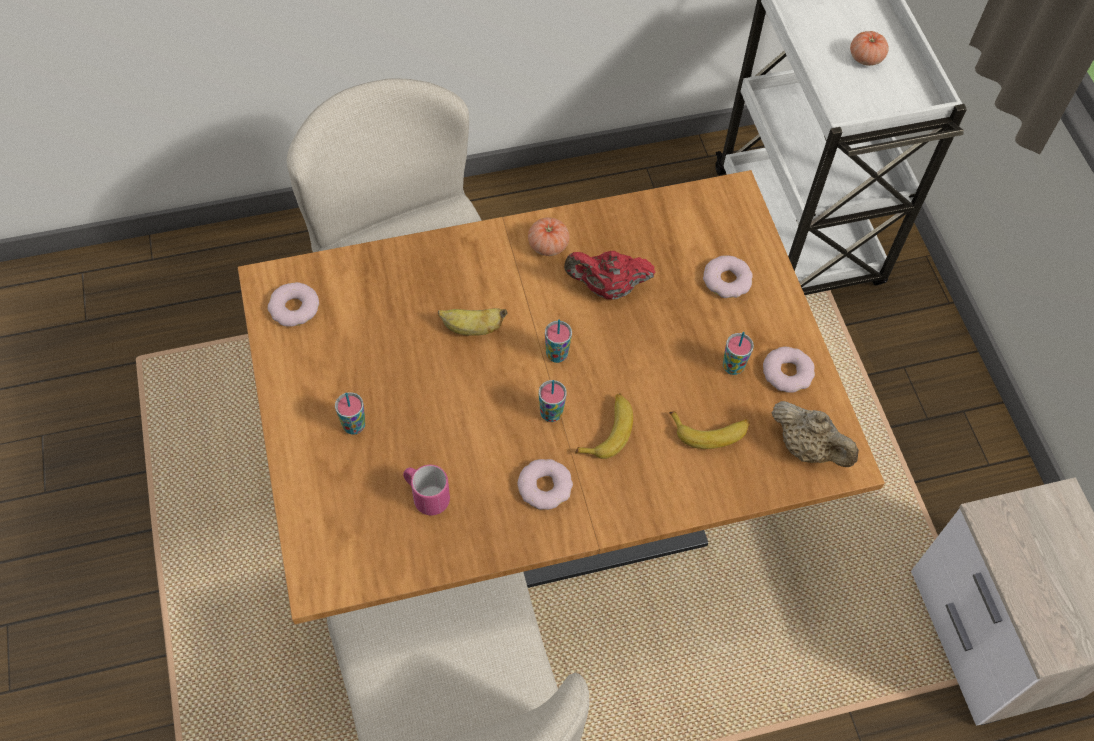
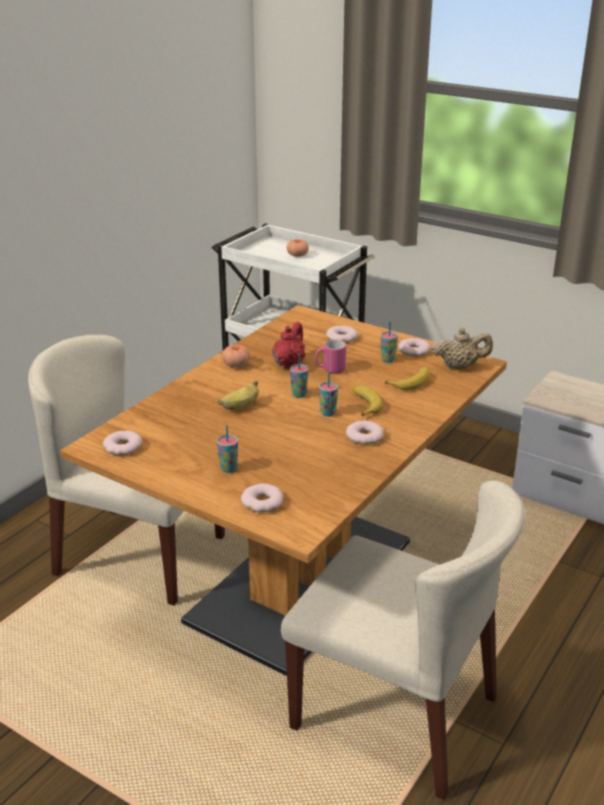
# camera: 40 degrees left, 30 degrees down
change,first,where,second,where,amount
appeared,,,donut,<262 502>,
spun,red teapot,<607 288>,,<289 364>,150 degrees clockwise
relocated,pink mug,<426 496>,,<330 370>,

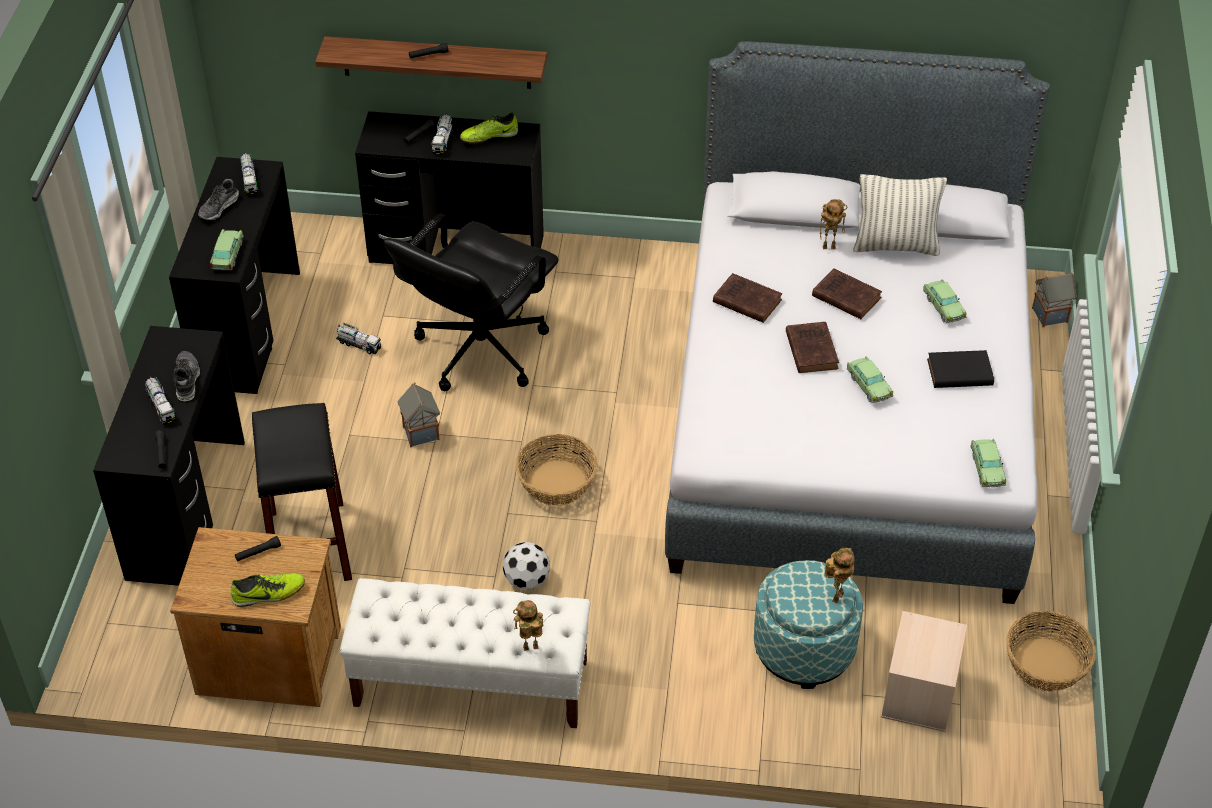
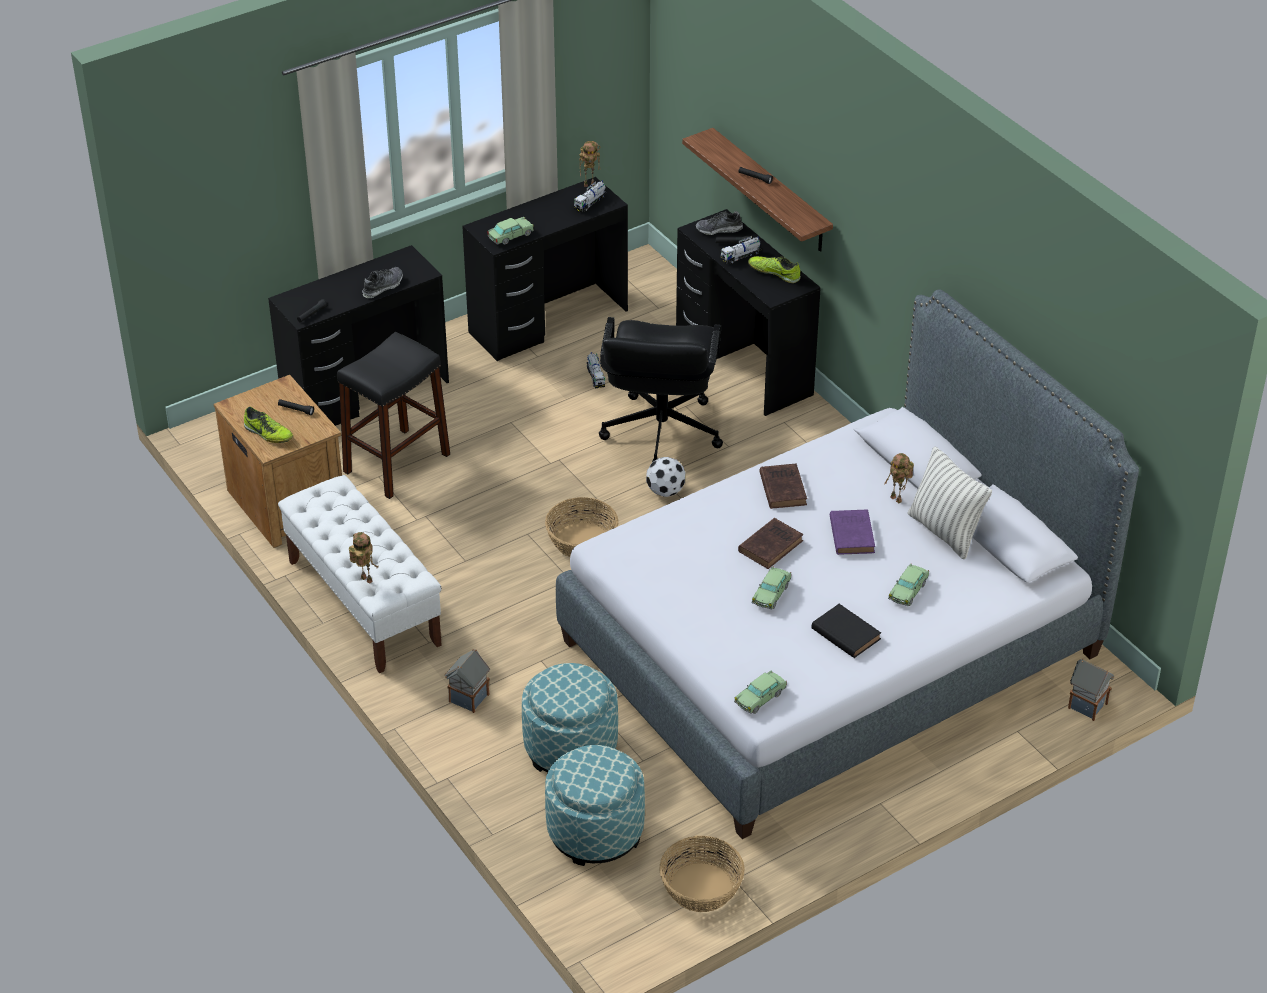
# camera: 50 degrees right, 5 degrees down
change,first,where,second,where,amount
relocated,toy house,<421 434>,,<468 699>,
exchanged,beige storage box,<920 694>,ottoman,<595 831>,
relocated,toy robot,<837 596>,,<590 184>,
spun,black office chair,<479 350>,,<660 432>,75 degrees counterclockwise
relocated,football,<526 580>,,<665 491>,
relocated,shoe,<219 207>,,<719 229>,
colour,brown book,<844 296>,purple book,<851 534>,
missing,toy truck,<161 407>,,,

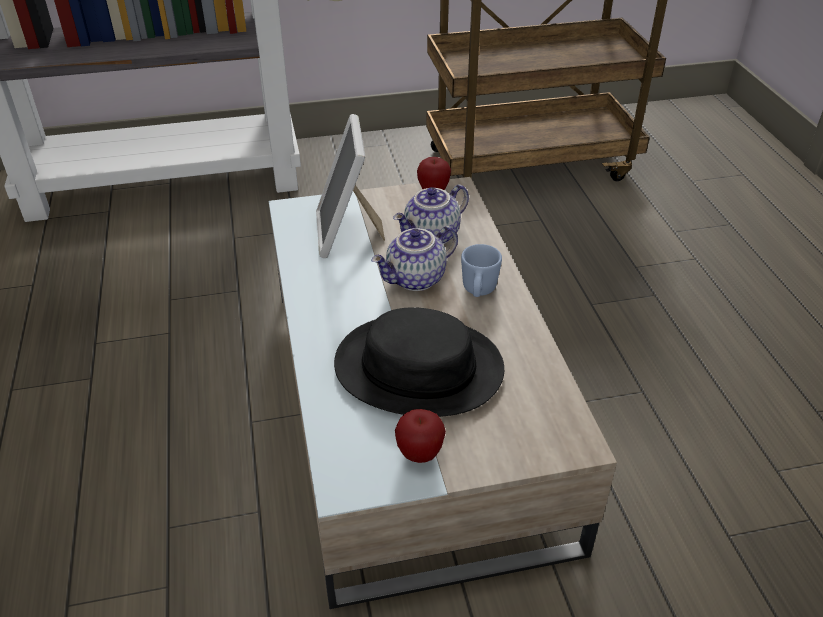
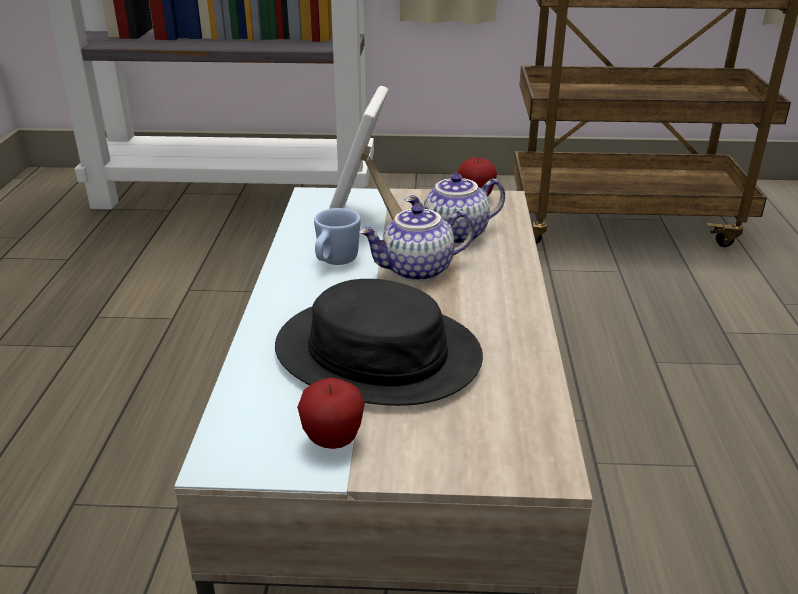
# camera: 15 degrees right, 10 degrees down
change,first,where,second,where,amount
relocated,blue mug,<478 292>,,<334 262>,

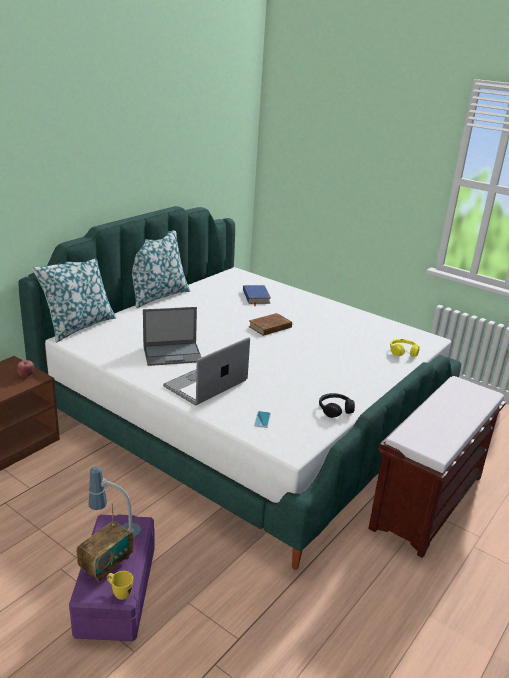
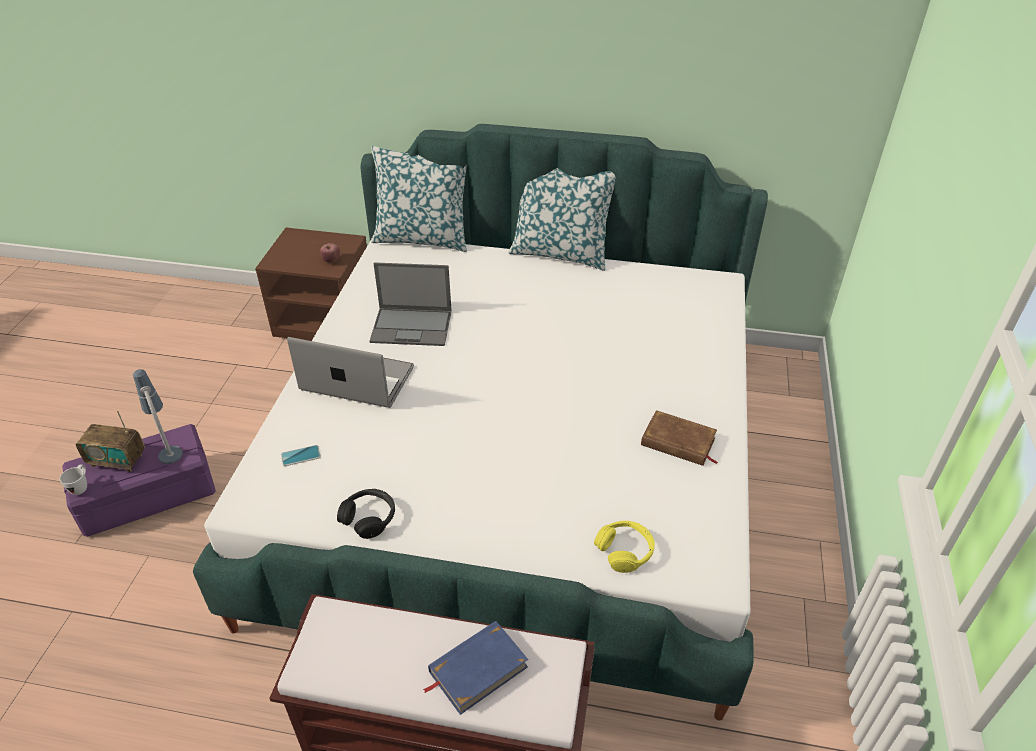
# camera: 65 degrees right, 15 degrees up
change,first,where,second,where,amount
colour,yellow mug,<119 593>,white mug,<81 487>,
spun,laptop,<173 354>,,<412 326>,45 degrees counterclockwise
relocated,blue book,<256 297>,,<477 669>,
relocated,brown book,<270 327>,,<678 442>,

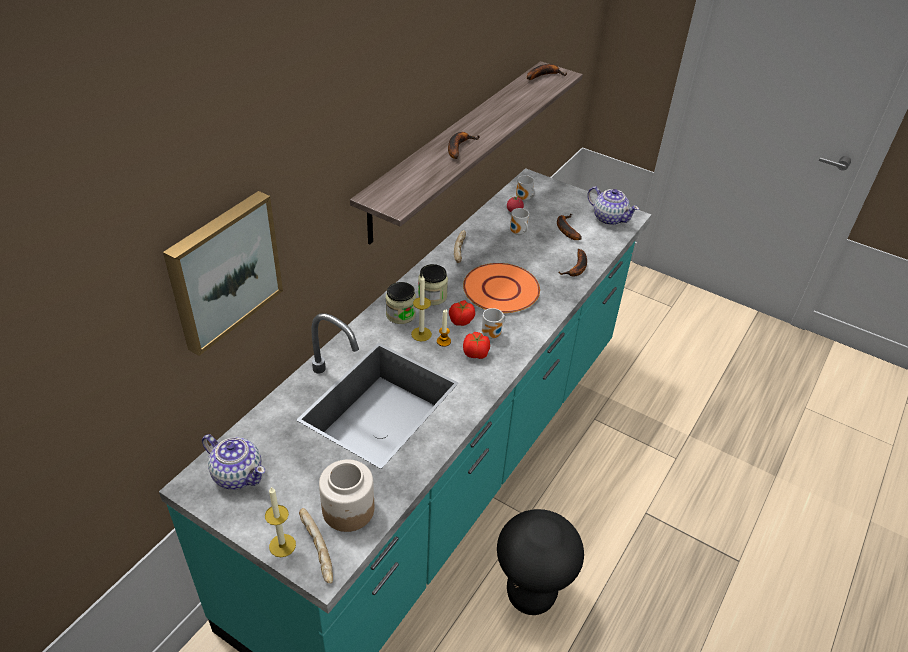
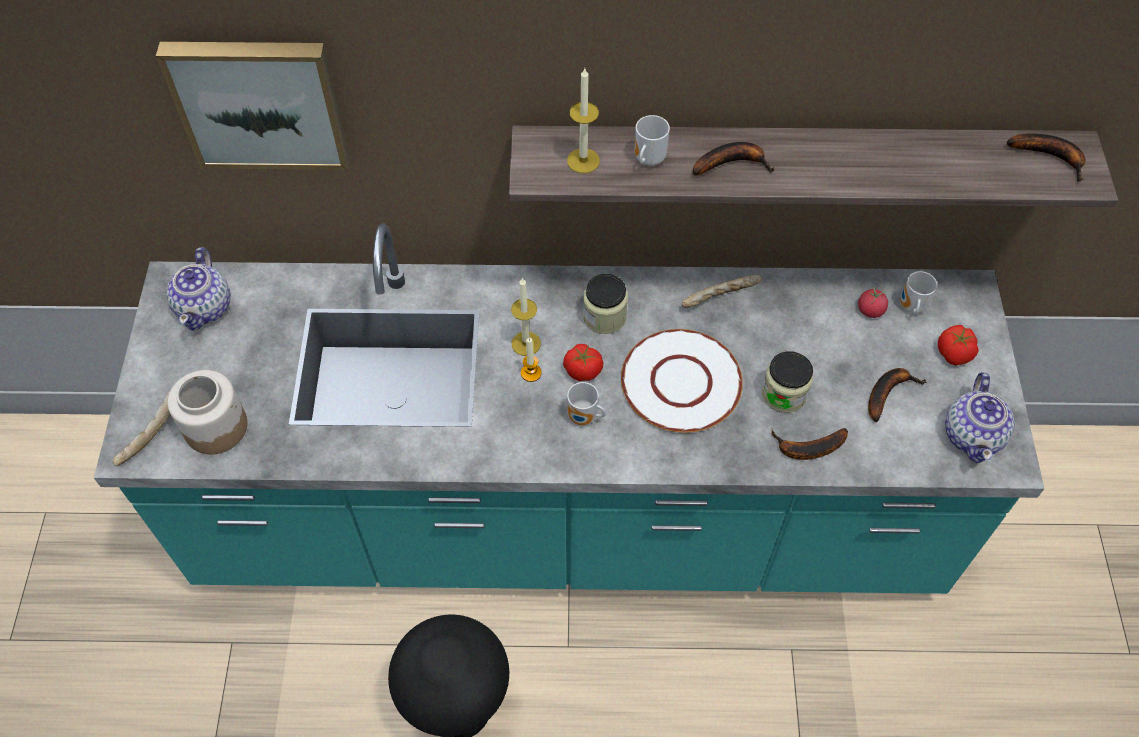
# camera: 60 degrees right, 15 degrees up
change,first,where,second,where,amount
relocated,candle,<282 545>,,<583 160>,
colour,orange plate,<500 289>,white plate,<680 381>,
relocated,mug,<518 233>,,<647 160>,
relocated,jar,<400 314>,,<783 394>,
relocated,tomato,<476 354>,,<953 354>,

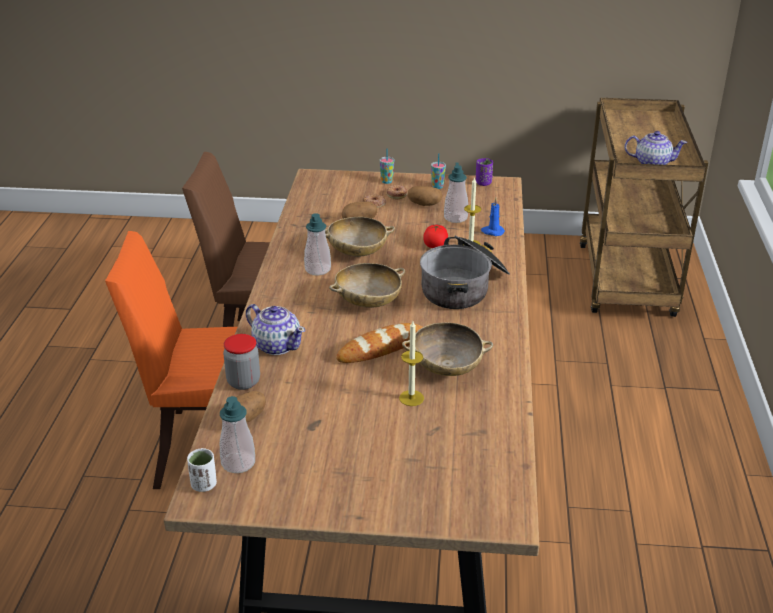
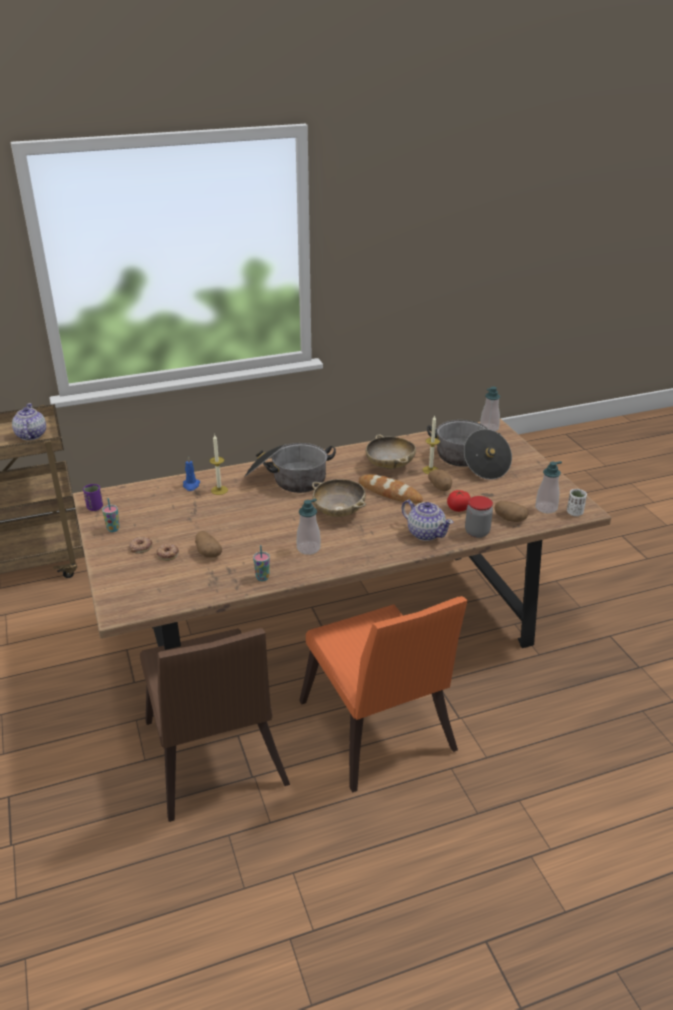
# camera: 115 degrees left, 0 degrees up
change,first,where,second,where,amount
relocated,cup,<387 181>,,<262 577>,
spun,teapot,<277 345>,,<425 533>,120 degrees clockwise
appeared,,,cooking pot,<469 461>,
relocated,potato,<424 204>,,<440 487>,
relocated,tomato,<435 246>,,<458 508>,
relocated,soap dispenser,<455 218>,,<489 428>,
missing,beige bowl,<357 252>,,,

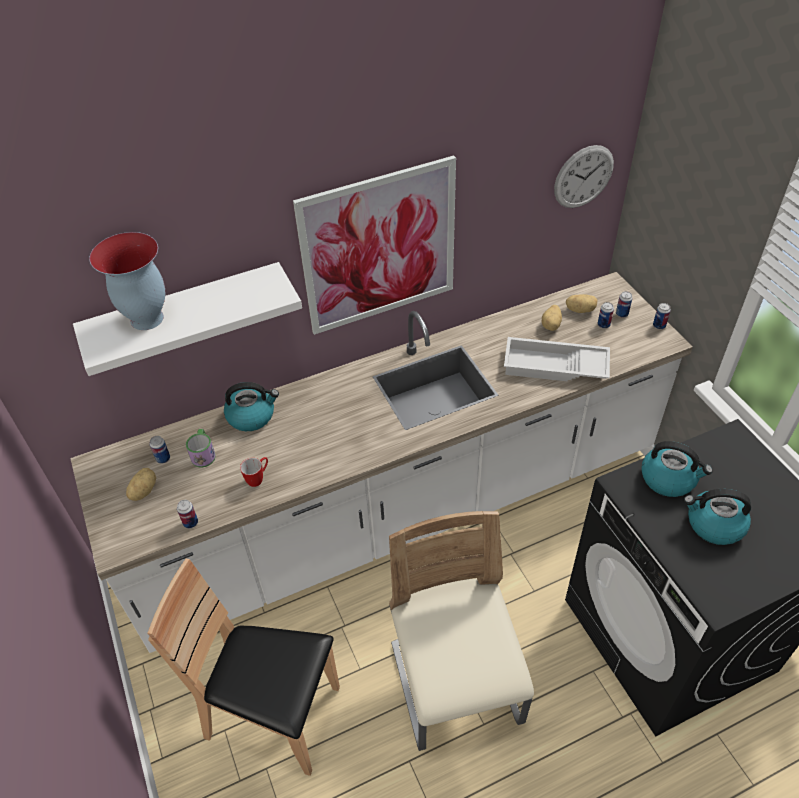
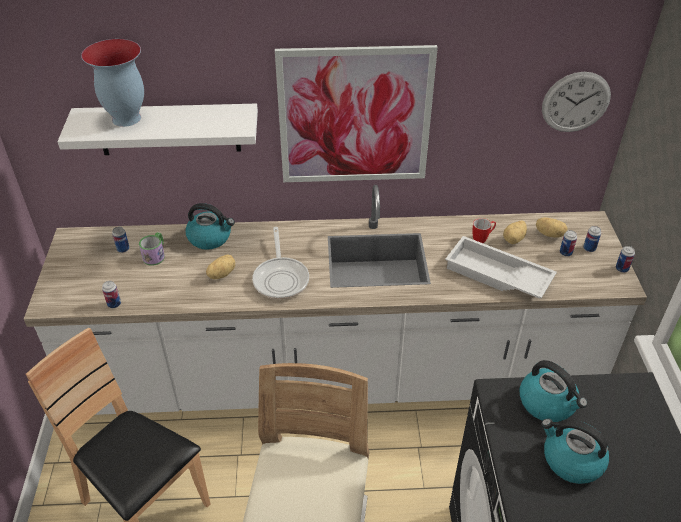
# camera: 20 degrees right, 5 degrees down
change,first,where,second,where,amount
relocated,potato,<143 491>,,<221 274>,
appeared,,,frying pan,<281 278>,
relocated,mug,<258 478>,,<482 239>,

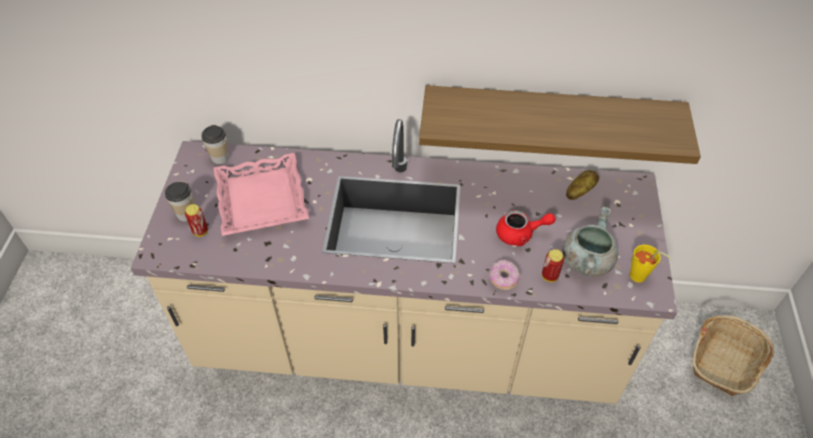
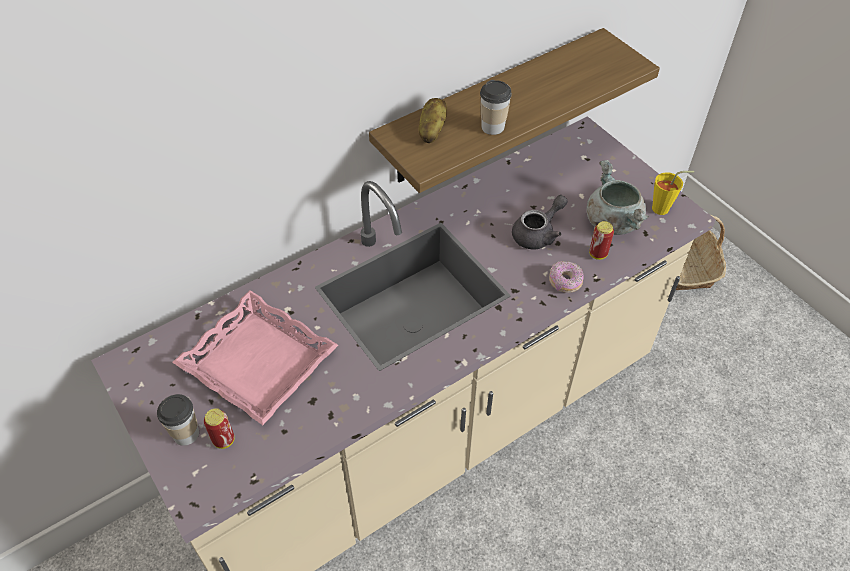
# camera: 40 degrees left, 0 degrees up
change,first,where,second,where,amount
relocated,potato,<579 191>,,<431 130>,
relocated,cup,<220 158>,,<492 127>,
colour,red teapot,<520 234>,grey teapot,<538 234>,

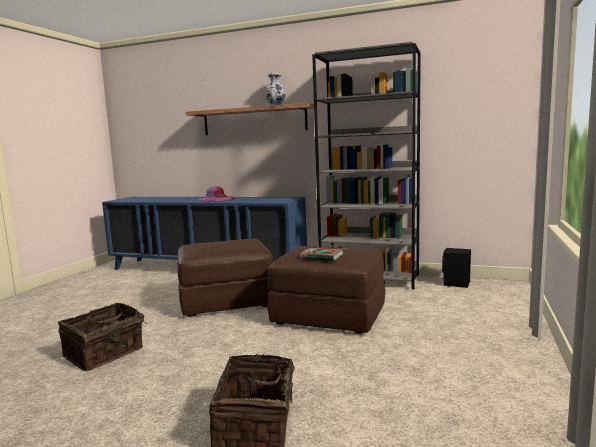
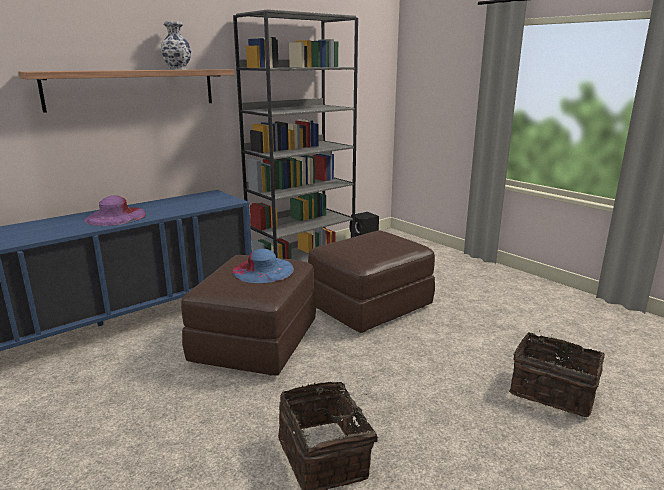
# camera: 60 degrees left, 10 degrees up
change,first,where,second,where,amount
appeared,,,blue hat,<263 270>,
missing,book,<321 257>,,,

